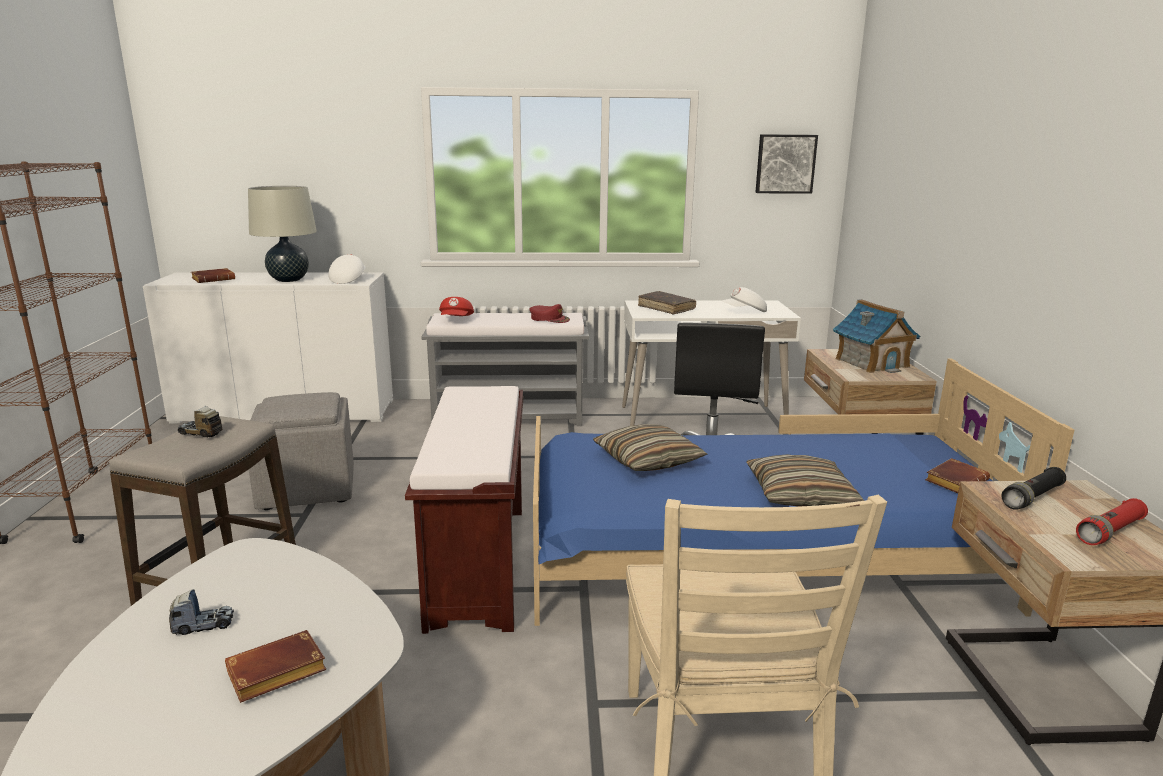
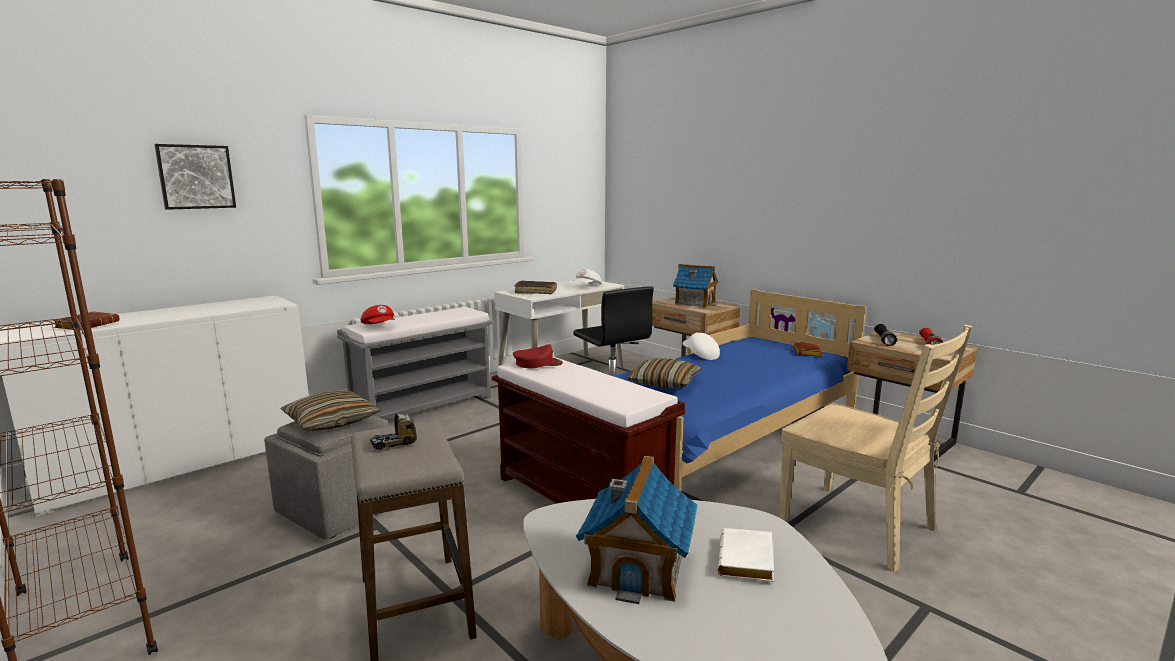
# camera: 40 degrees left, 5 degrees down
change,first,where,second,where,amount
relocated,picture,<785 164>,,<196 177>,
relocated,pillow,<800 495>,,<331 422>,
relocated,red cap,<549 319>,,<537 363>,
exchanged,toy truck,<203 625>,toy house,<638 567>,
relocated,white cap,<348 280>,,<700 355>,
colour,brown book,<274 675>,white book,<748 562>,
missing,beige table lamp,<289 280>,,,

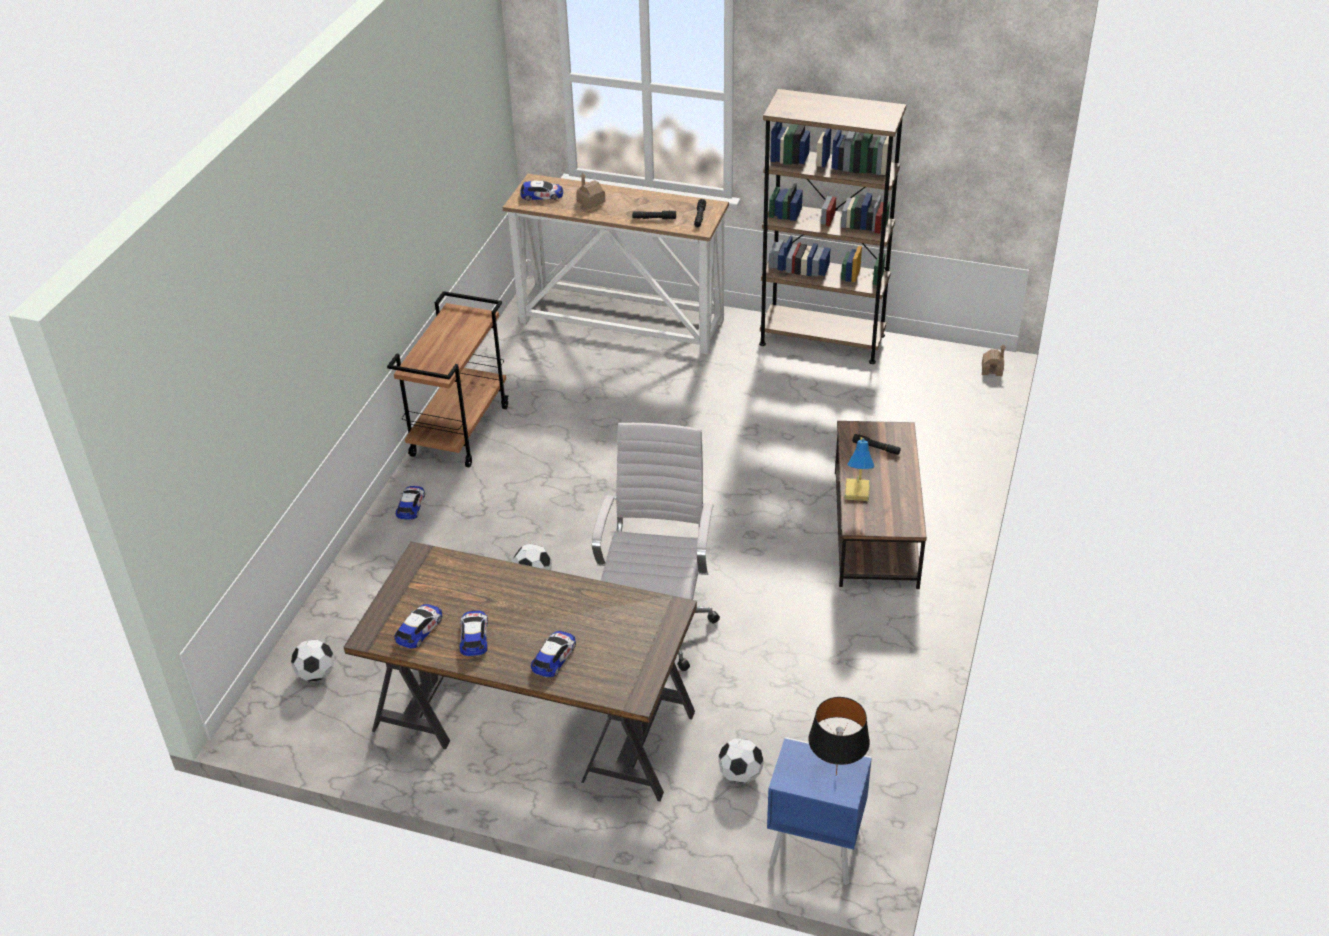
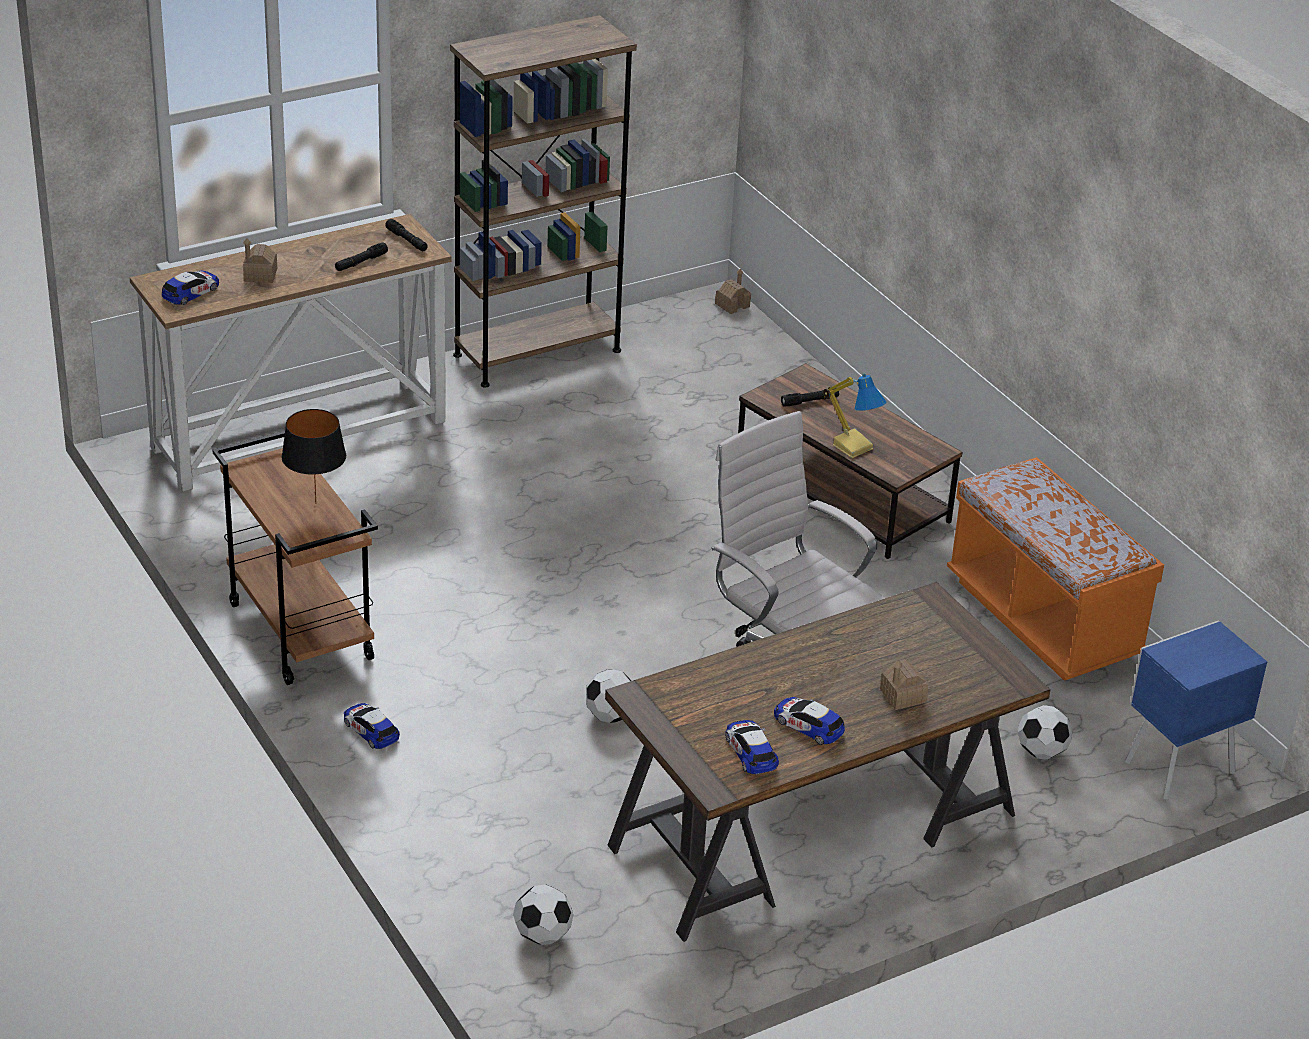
# camera: 50 degrees left, 5 degrees down
change,first,where,second,where,amount
relocated,black table lamp,<837 775>,,<316 503>,
exchanged,toy car,<554 657>,toy house,<902 696>,
appeared,,,orange bench,<1043 619>,

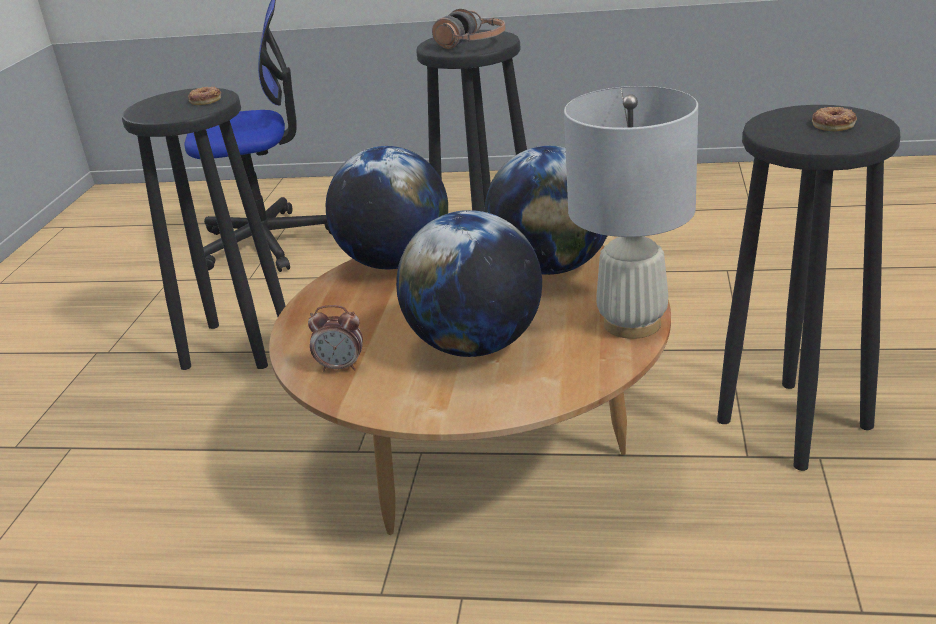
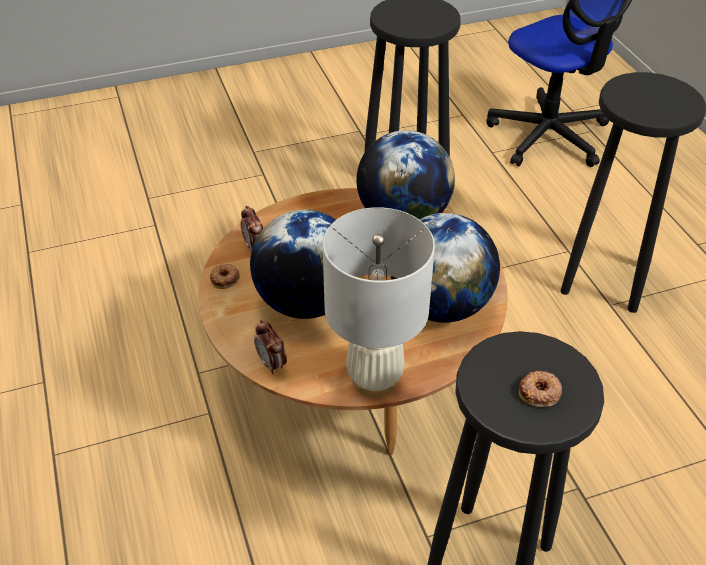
# camera: 60 degrees right, 15 degrees up
change,first,where,second,where,amount
relocated,donut,<206 100>,,<225 278>,
appeared,,,alarm clock,<272 364>,
missing,headphones,<471 44>,,,

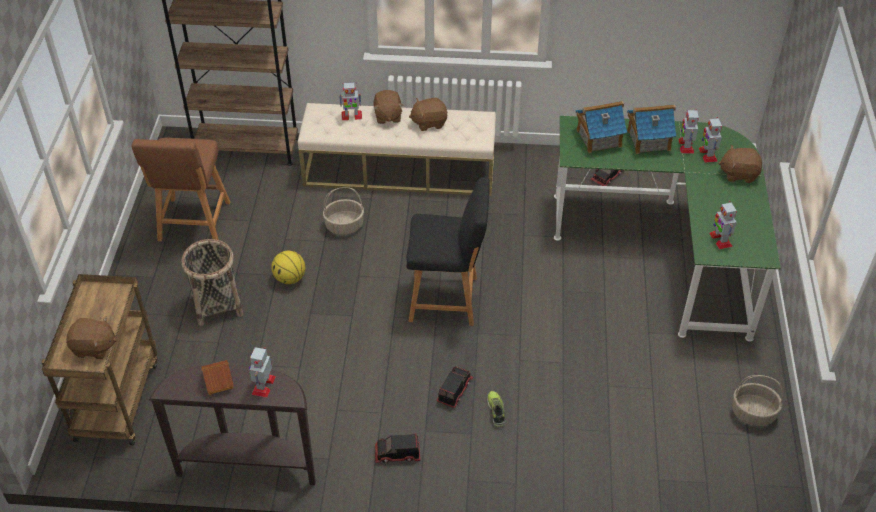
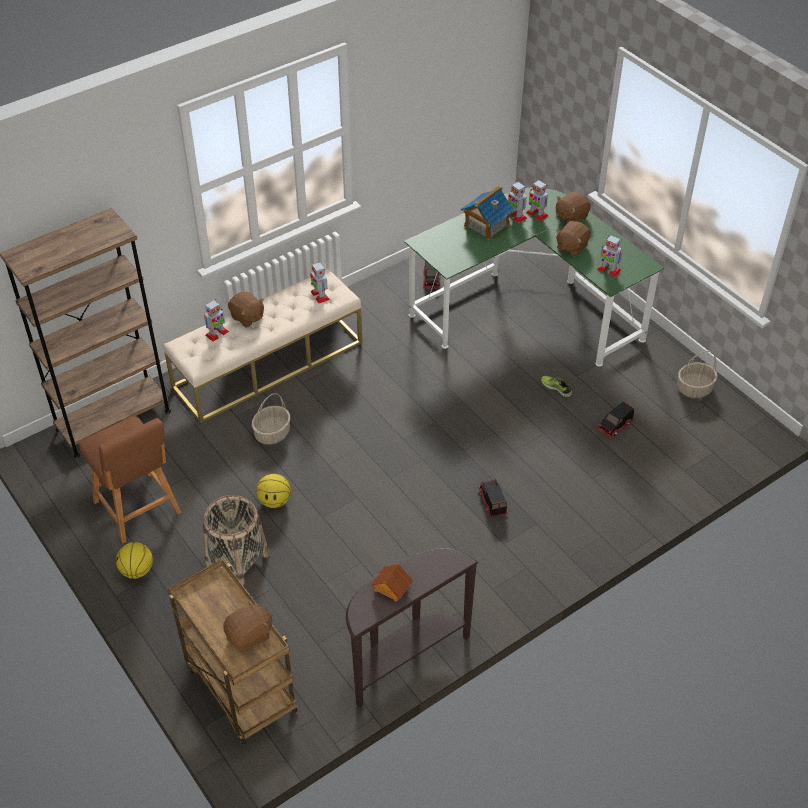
# camera: 40 degrees left, 0 degrees up
change,first,where,second,where,amount
appeared,,,basketball,<137 571>,
relocated,toy robot,<263 385>,,<320 295>,
relocated,shoe,<496 411>,,<556 387>,
relocated,brown plush toy,<429 122>,,<571 247>,
relocated,toy truck,<397 454>,,<615 426>,
missing,black stool,<448 299>,,,
missing,toy house,<598 138>,,,

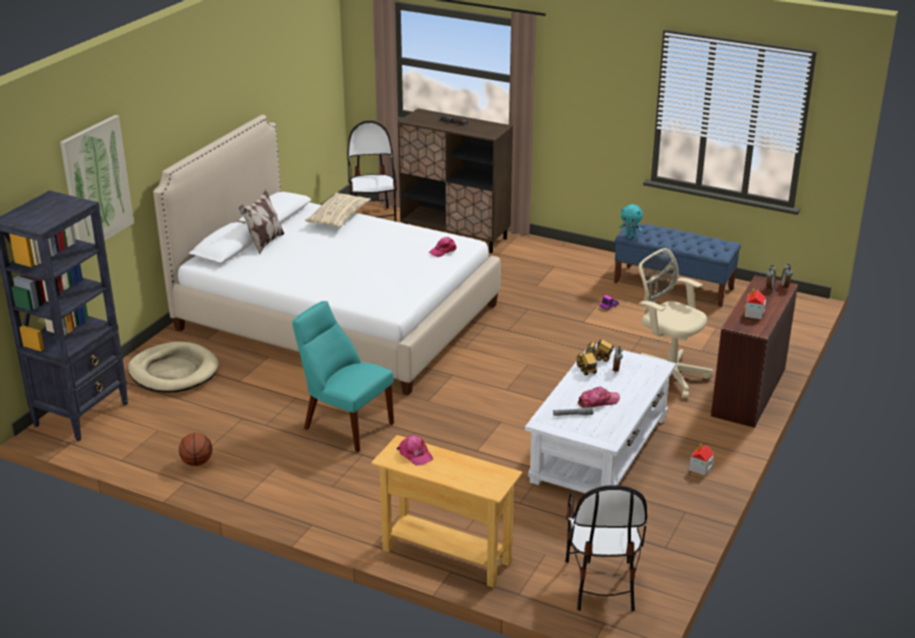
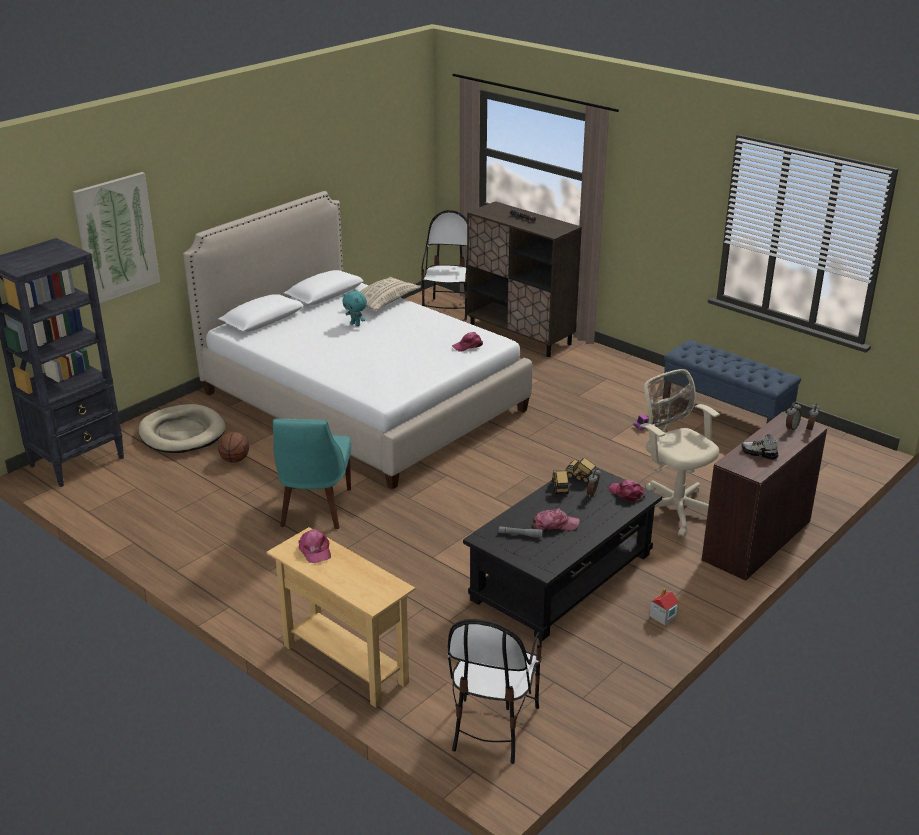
# camera: 15 degrees right, 0 degrees up
change,first,where,second,where,amount
relocated,basketball,<197 462>,,<234 460>,
spun,turquoise chair,<345 425>,,<314 510>,135 degrees counterclockwise
relocated,turquoise plush toy,<630 236>,,<356 324>,
colour,white coffee table,<599 449>,black coffee table,<561 577>,
appeared,,,pink cap,<626 494>,
exchanged,toy house,<754 314>,shoe,<759 453>,
missing,pillow,<264 243>,,,

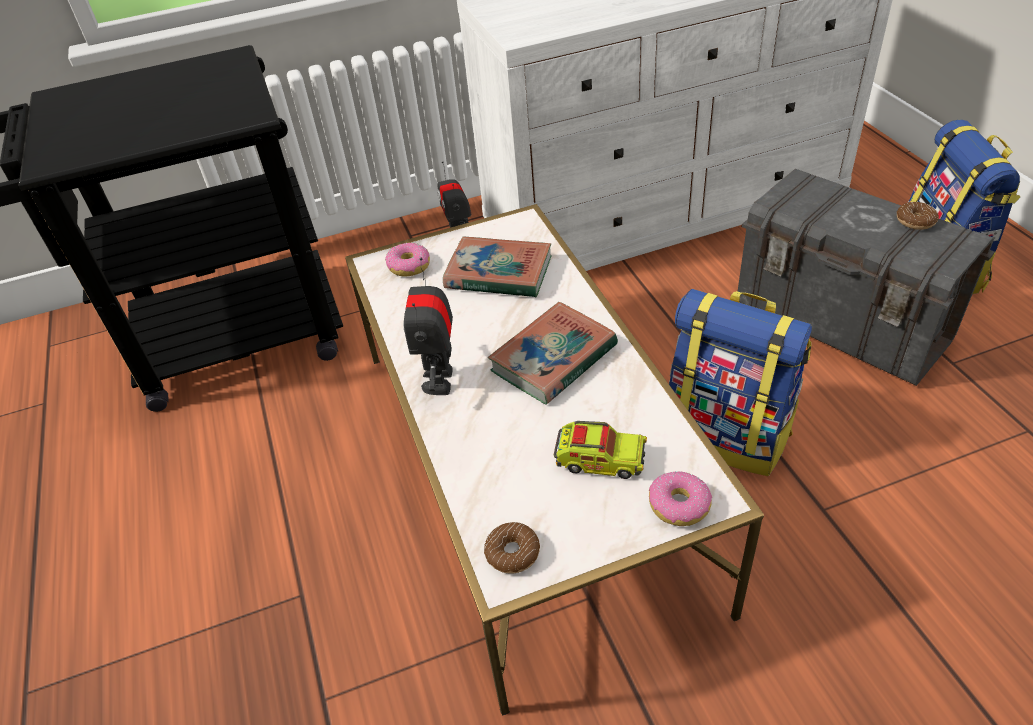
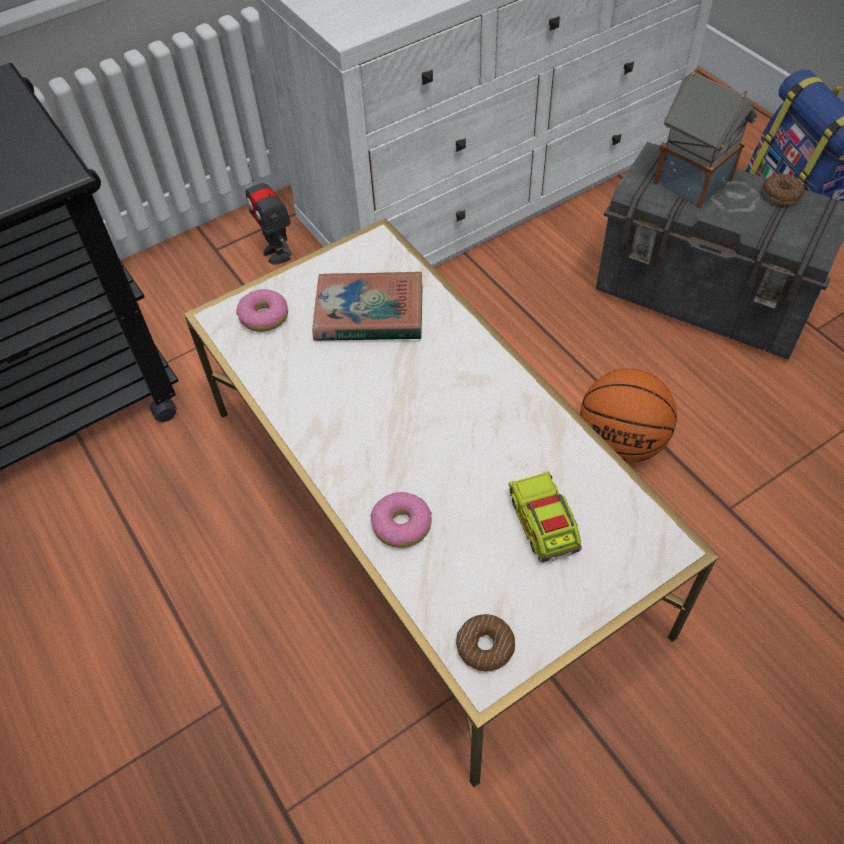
# camera: 15 degrees left, 10 degrees up
change,first,where,second,where,amount
relocated,donut,<679 505>,,<402 525>,
spun,toy truck,<600 460>,,<543 524>,105 degrees counterclockwise
exchanged,backpack,<728 434>,basketball,<621 442>,
appeared,,,toy house,<694 182>,
missing,toy robot,<439 380>,,,
missing,book,<553 358>,,,

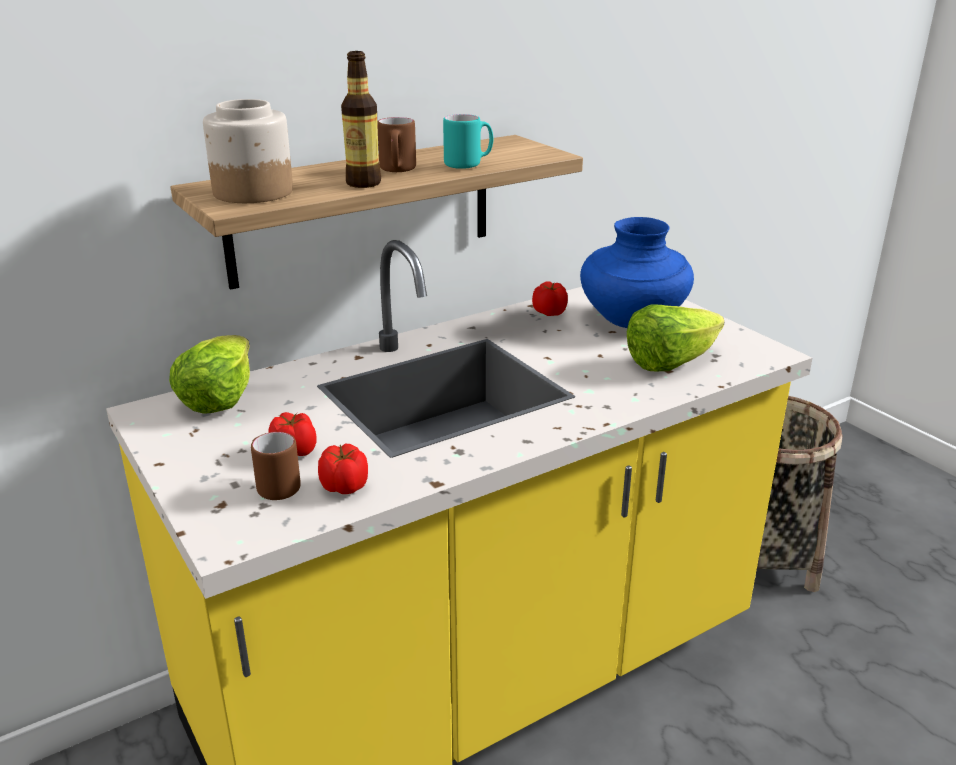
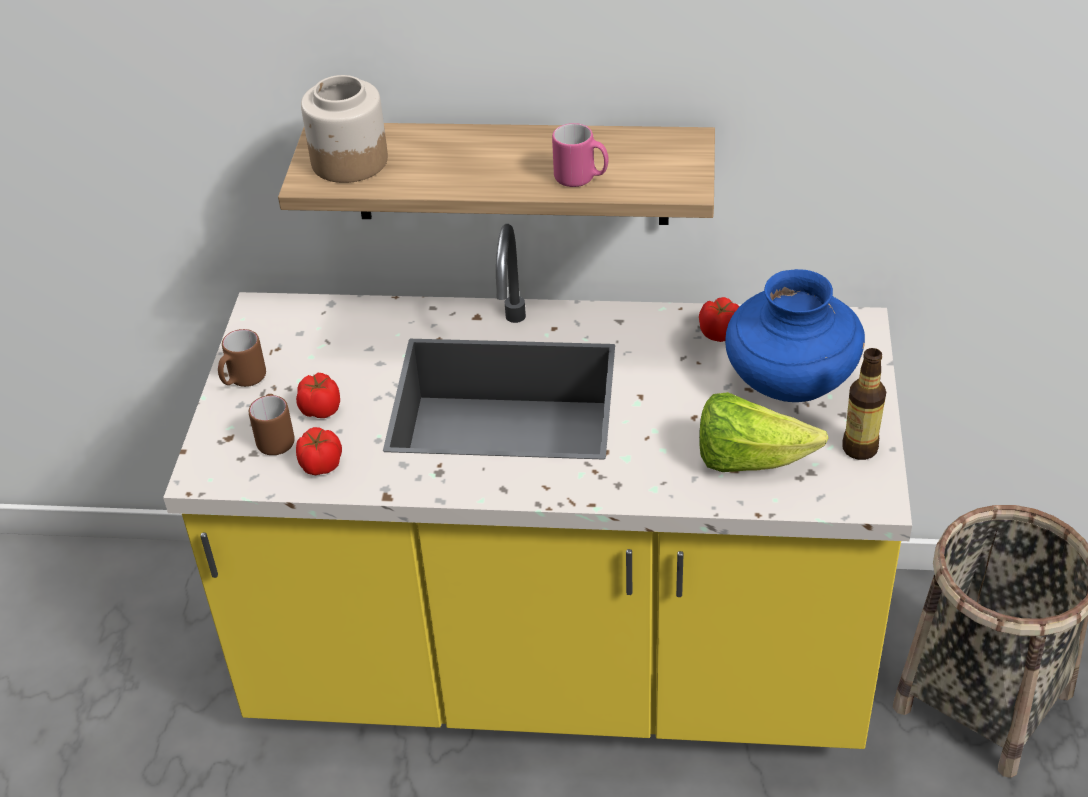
# camera: 40 degrees right, 15 degrees up
change,first,where,second,where,amount
relocated,brown mug,<397 171>,,<243 380>,
colour,turquoise mug,<468 164>,pink mug,<581 179>,
relocated,bottle,<363 183>,,<860 448>,
missing,lettuce,<218 397>,,,

